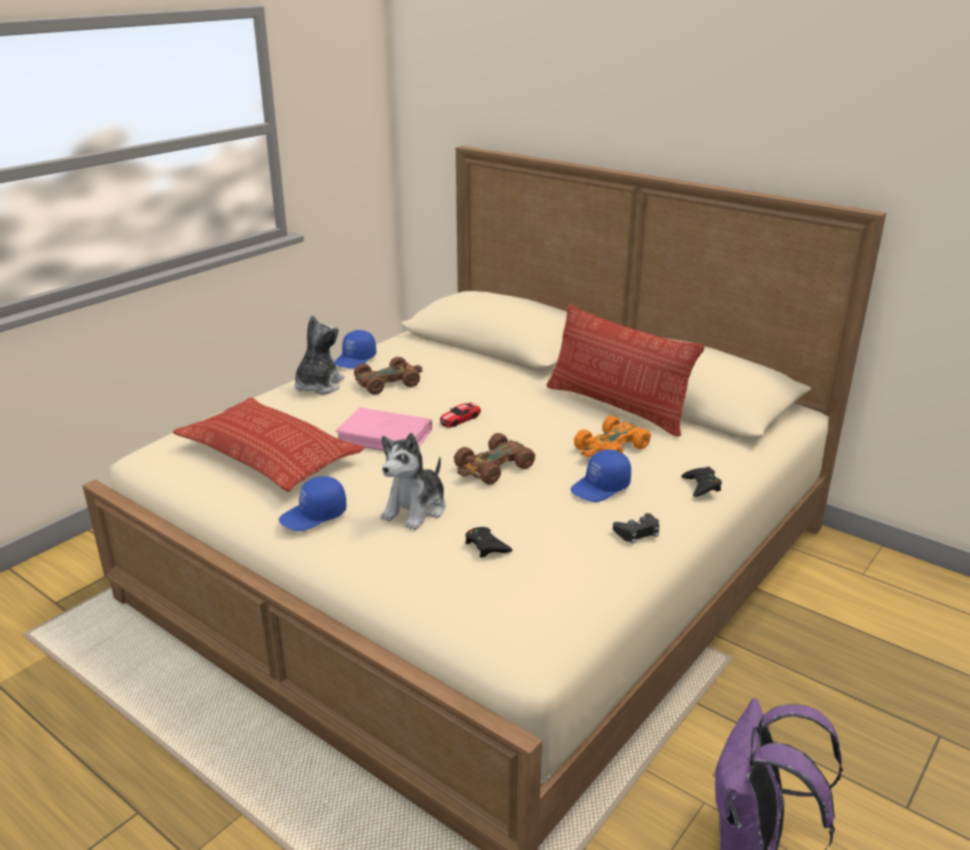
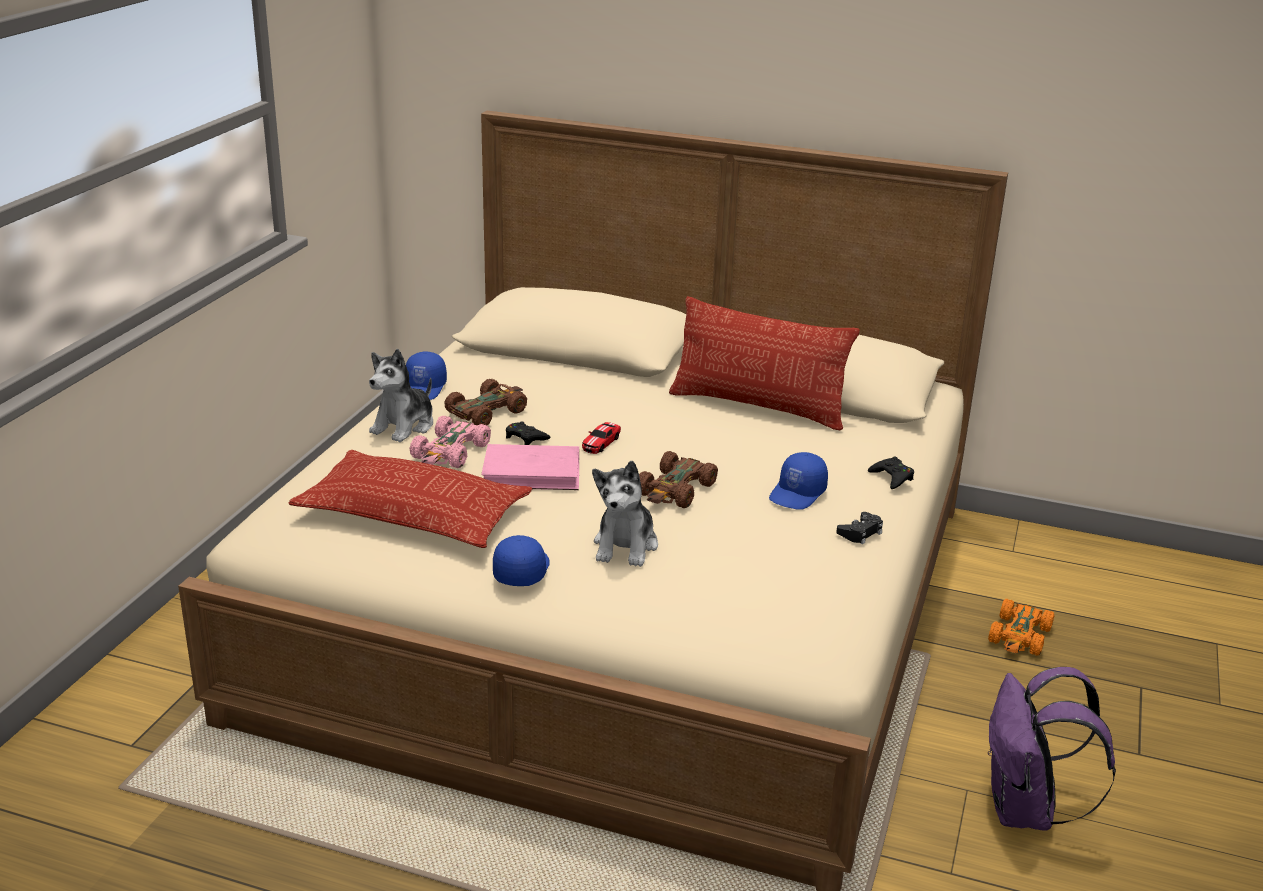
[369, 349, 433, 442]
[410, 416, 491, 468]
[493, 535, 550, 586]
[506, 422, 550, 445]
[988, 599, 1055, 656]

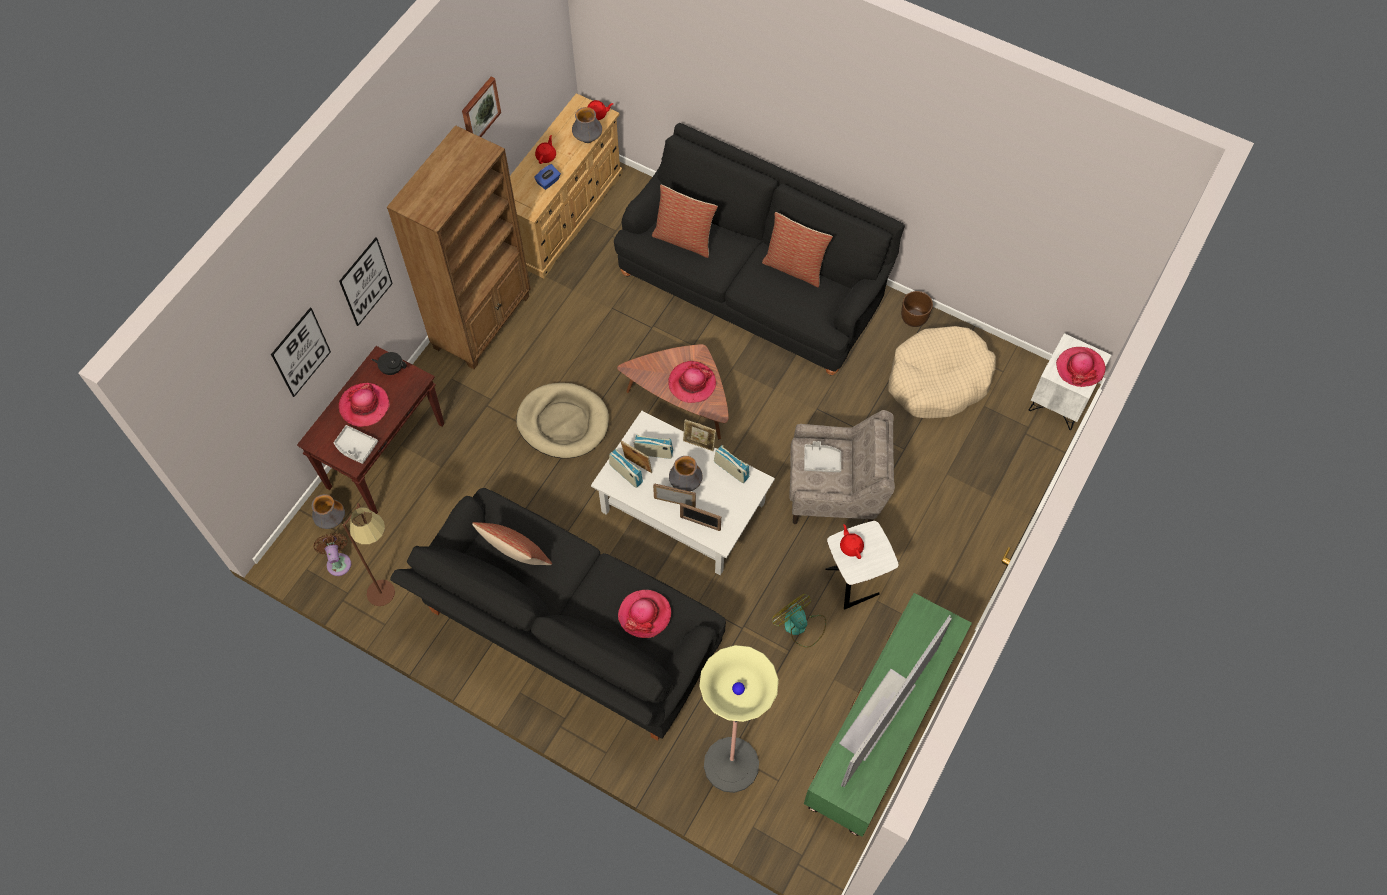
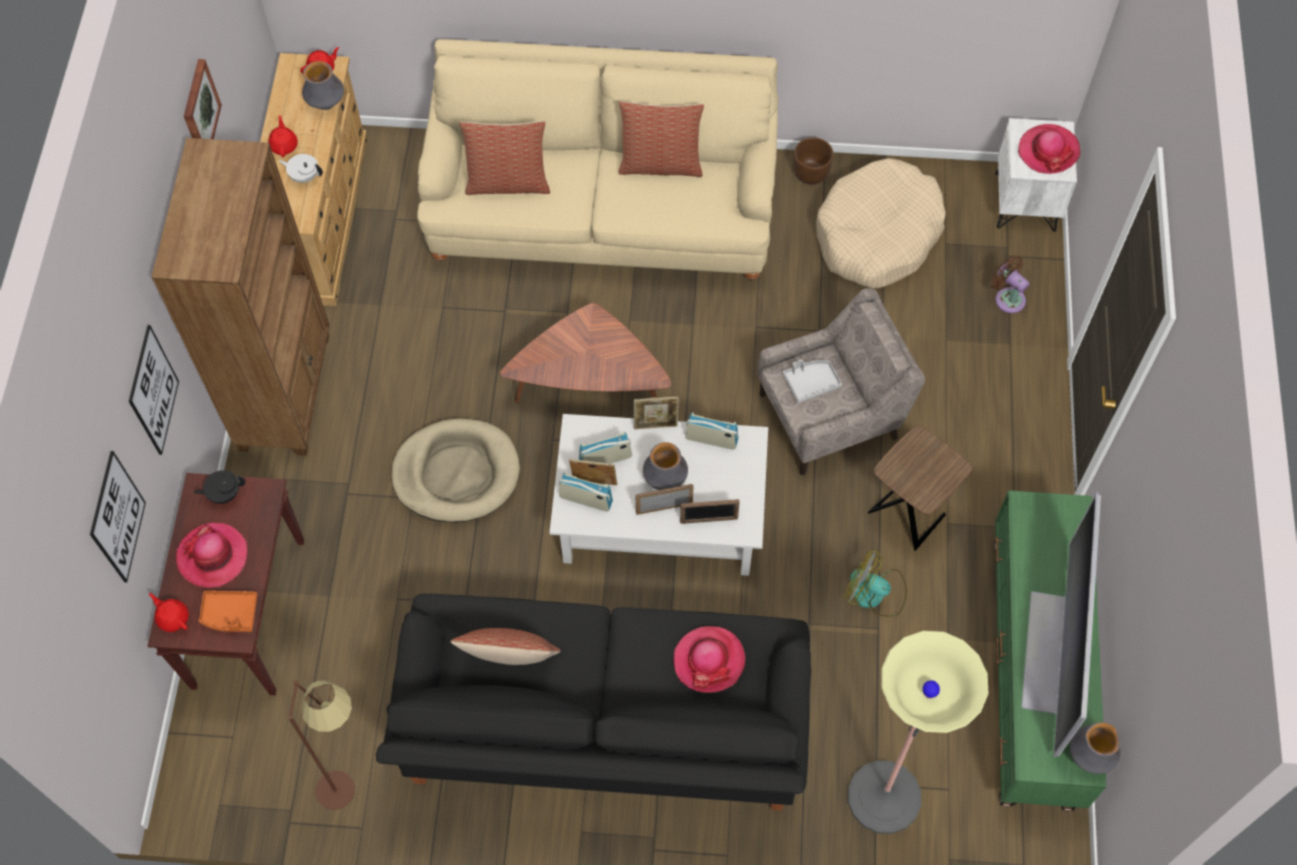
[149, 593, 189, 632]
[199, 590, 257, 632]
[279, 154, 323, 183]
[417, 39, 779, 280]
[868, 426, 972, 551]
[991, 255, 1029, 313]
[1070, 722, 1121, 774]
[668, 361, 716, 403] (first image)

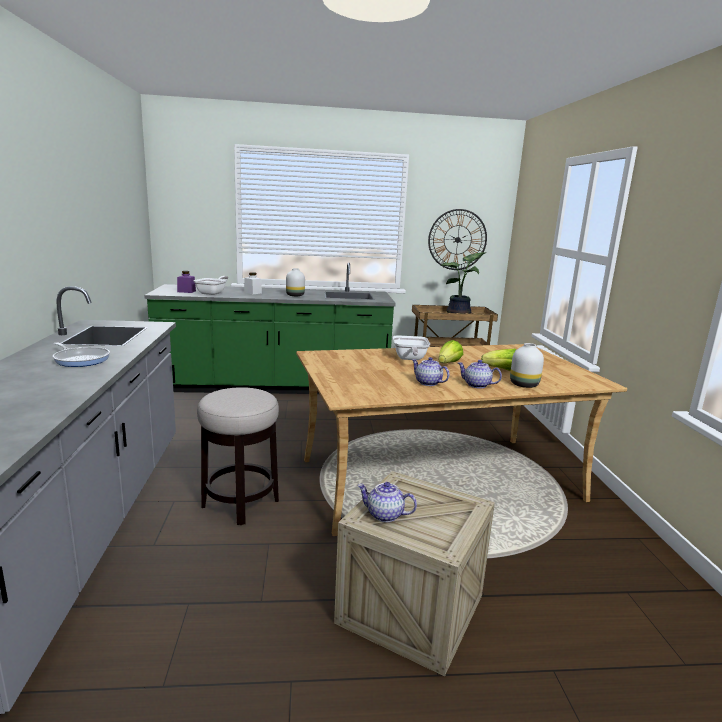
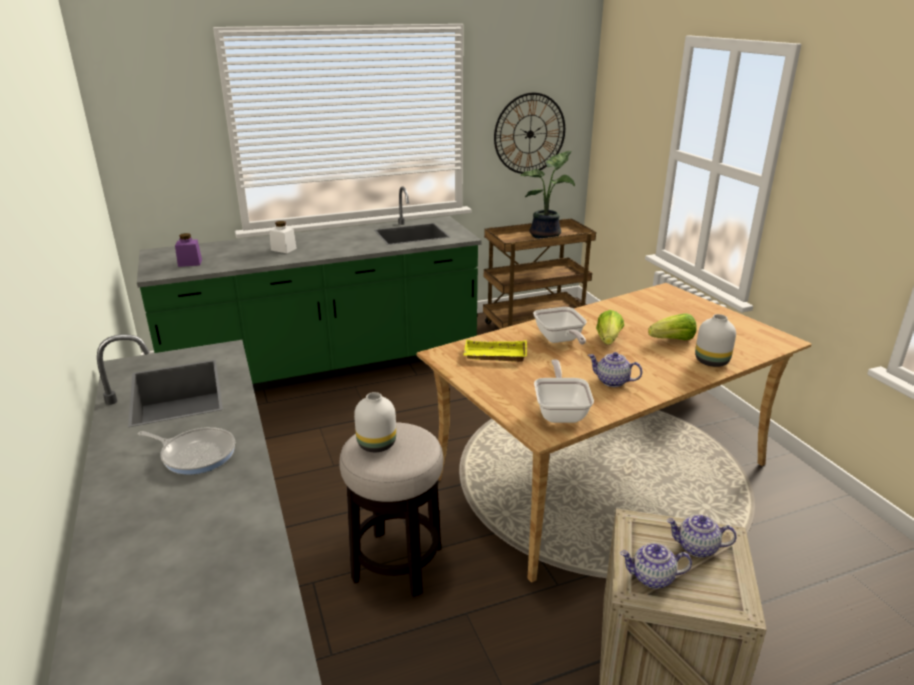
[354, 392, 396, 452]
[464, 340, 527, 362]
[534, 360, 594, 423]
[667, 514, 737, 558]

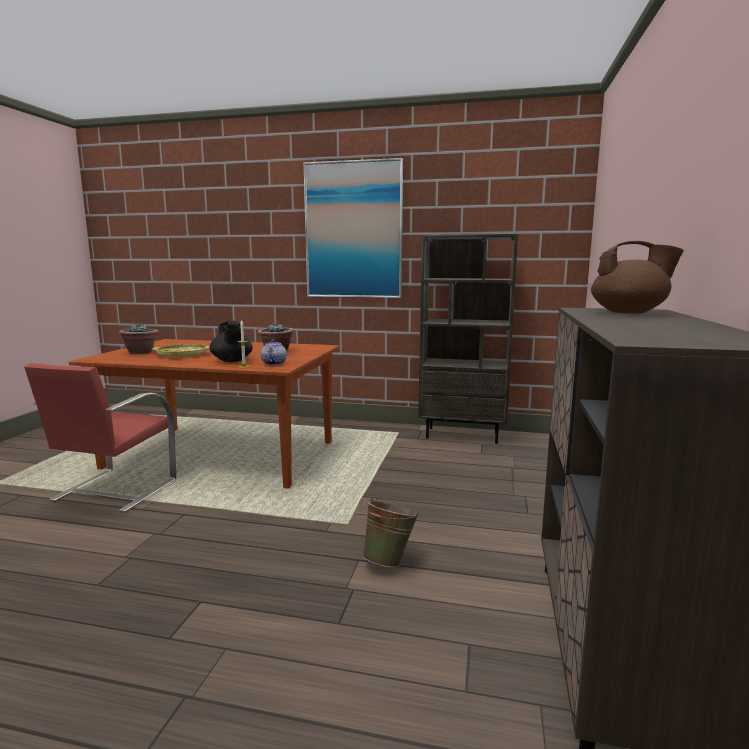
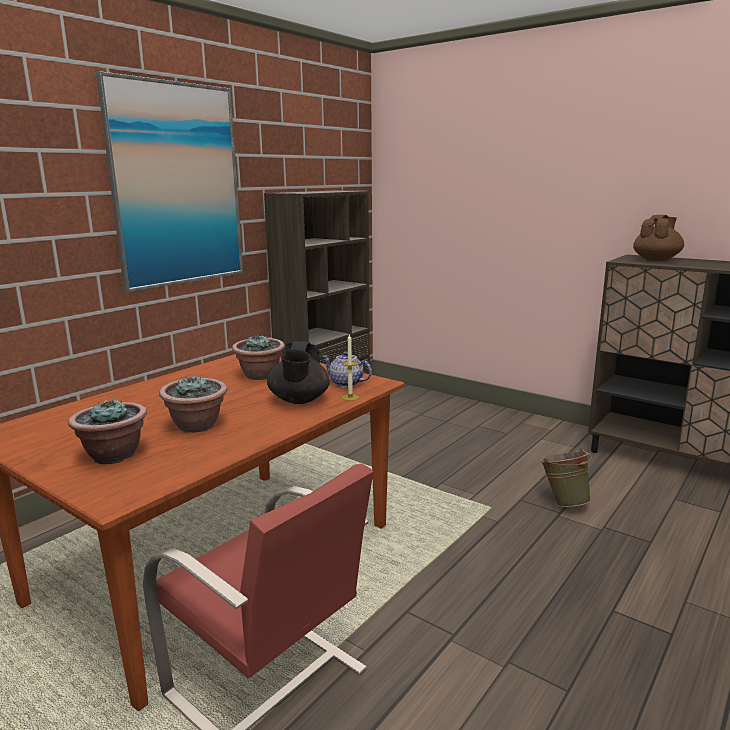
[159, 375, 227, 433]
[267, 341, 330, 404]

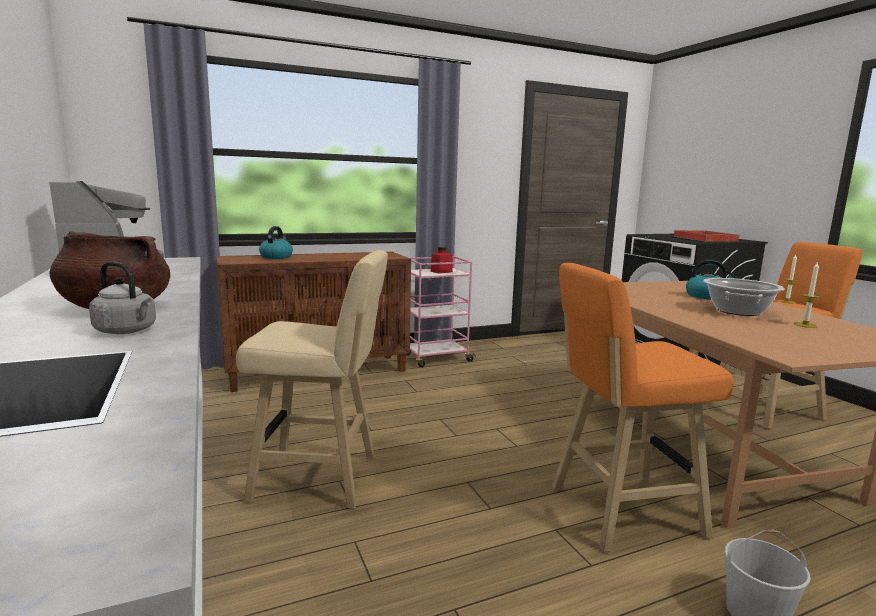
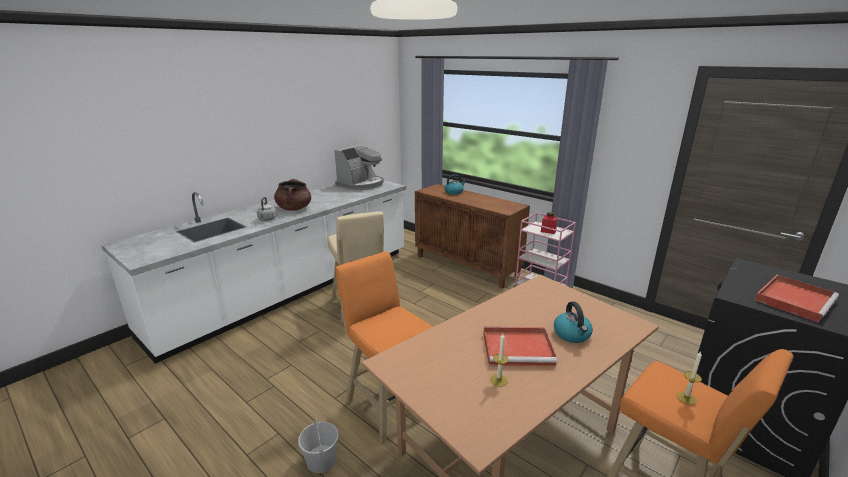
[483, 327, 557, 367]

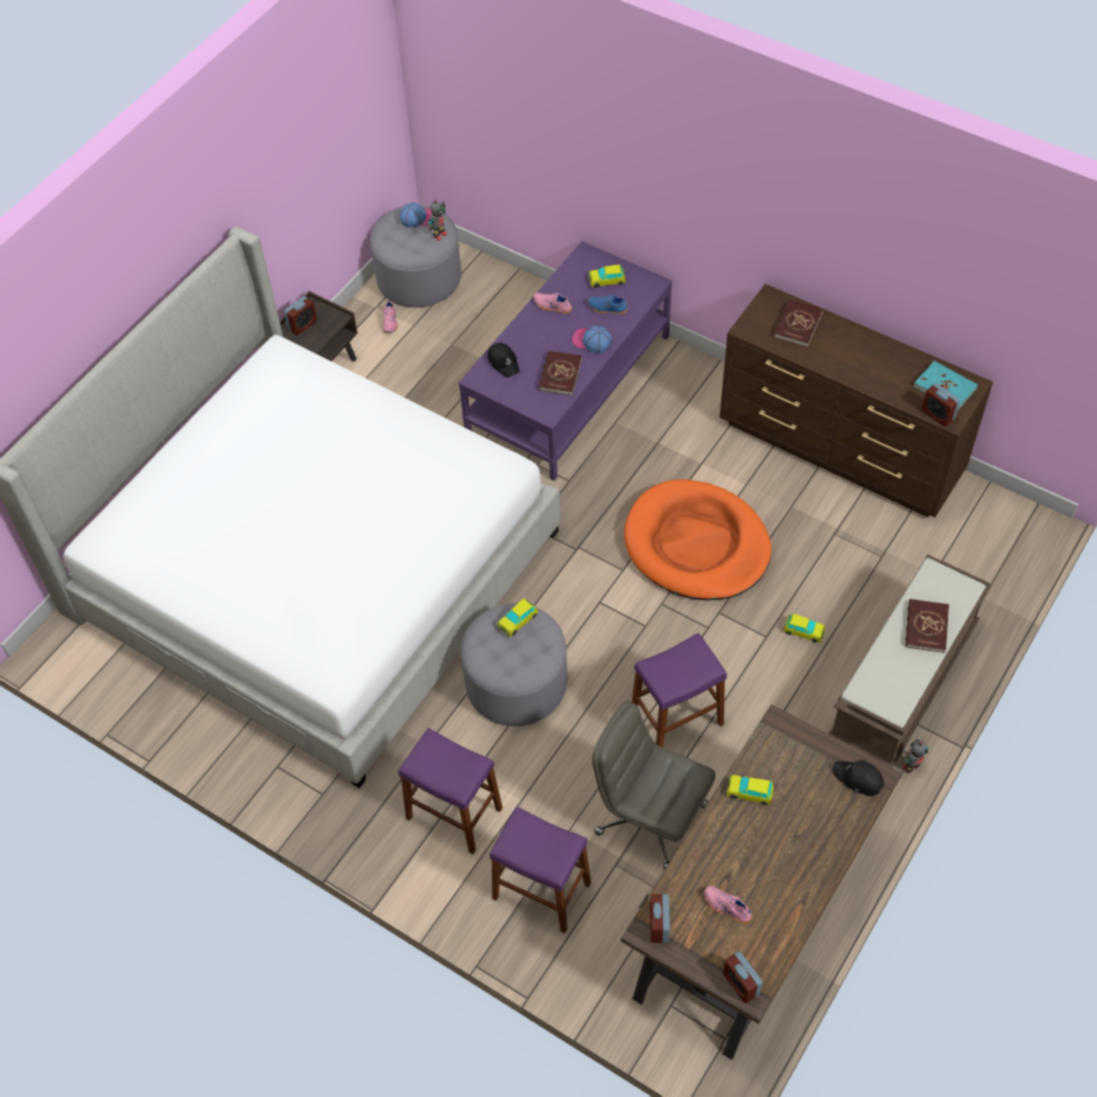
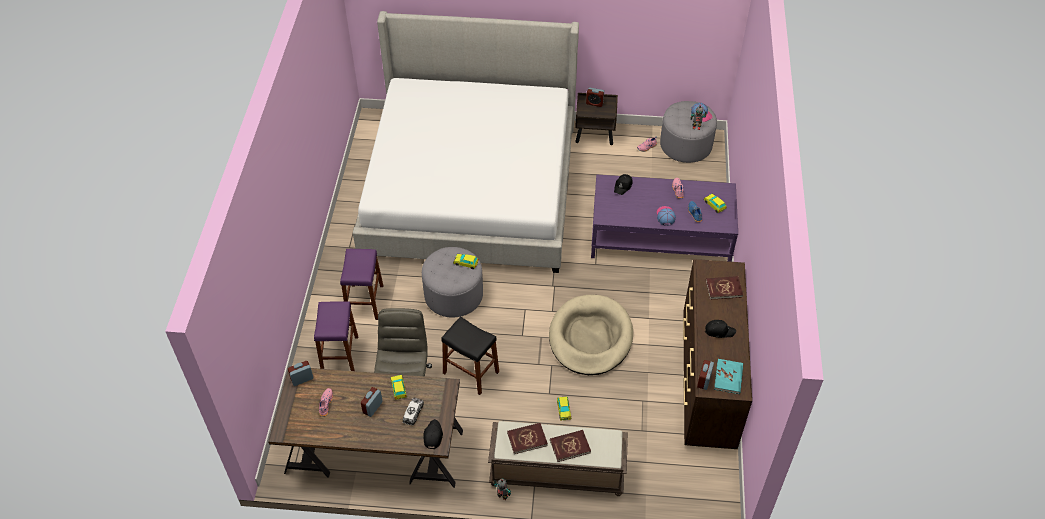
[361, 387, 383, 417]
[403, 397, 424, 426]
[441, 317, 499, 395]
[507, 423, 548, 454]
[549, 295, 633, 375]
[705, 320, 736, 338]

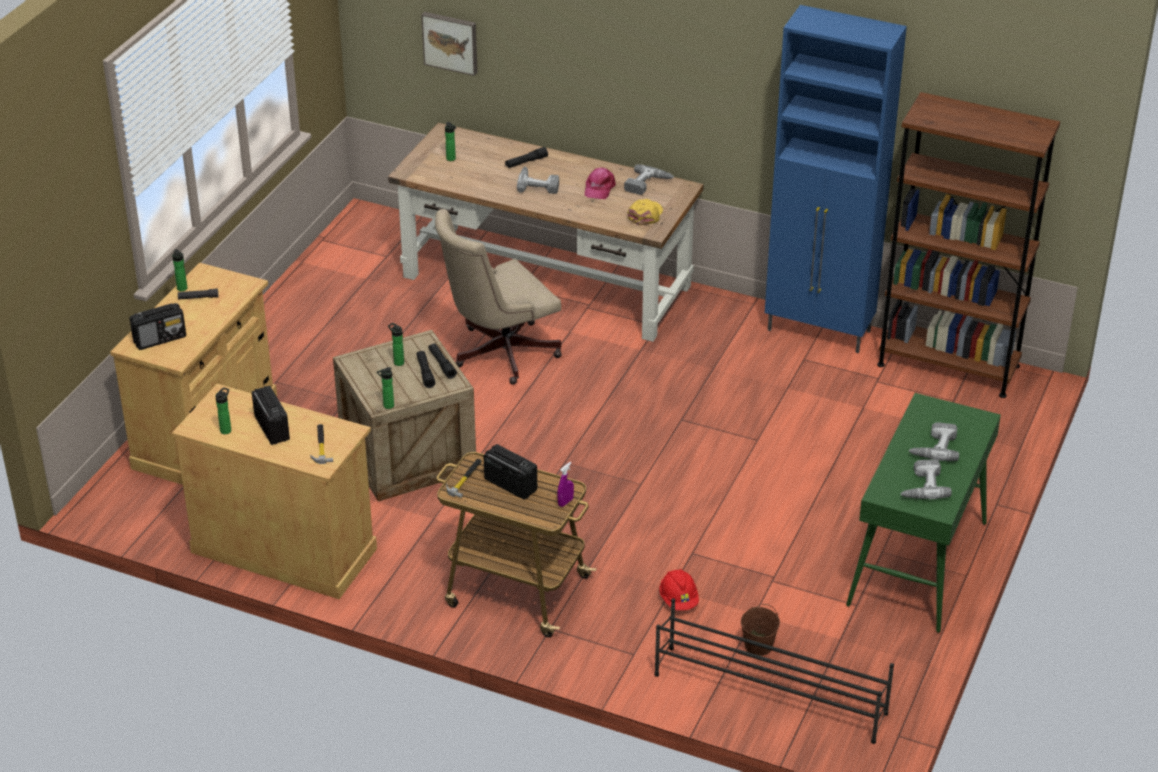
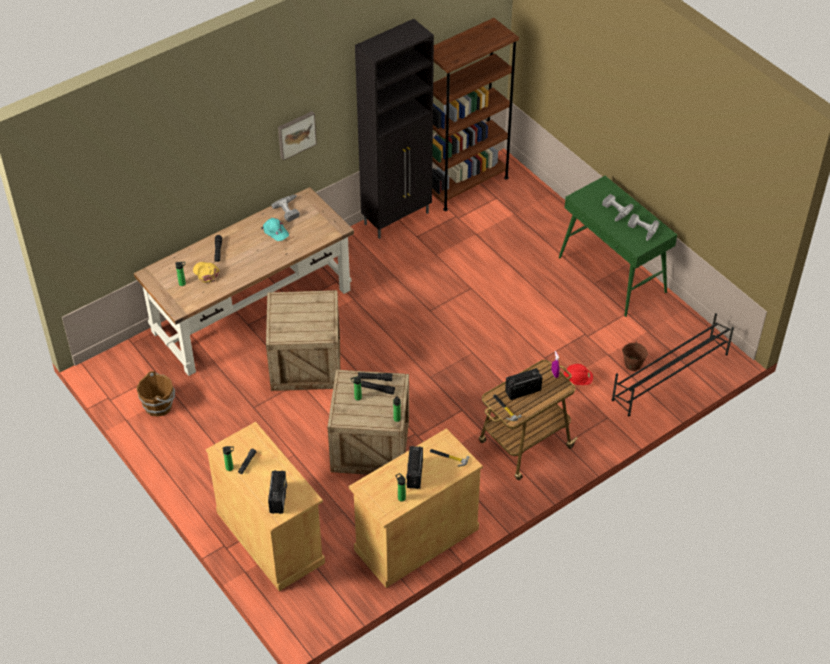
[136, 371, 175, 416]
[193, 262, 220, 283]
[261, 218, 289, 241]
[266, 290, 340, 391]
[278, 111, 317, 160]
[355, 19, 434, 239]
[406, 446, 423, 489]
[517, 167, 559, 194] (first image)

